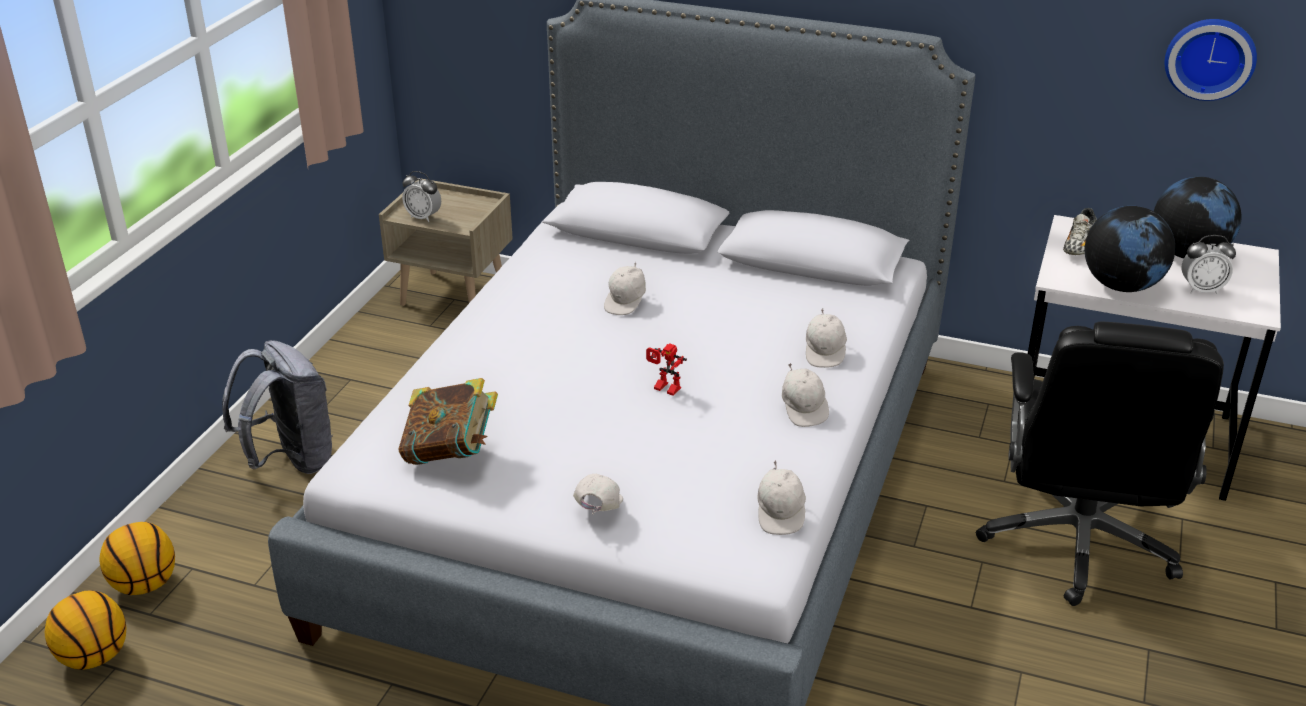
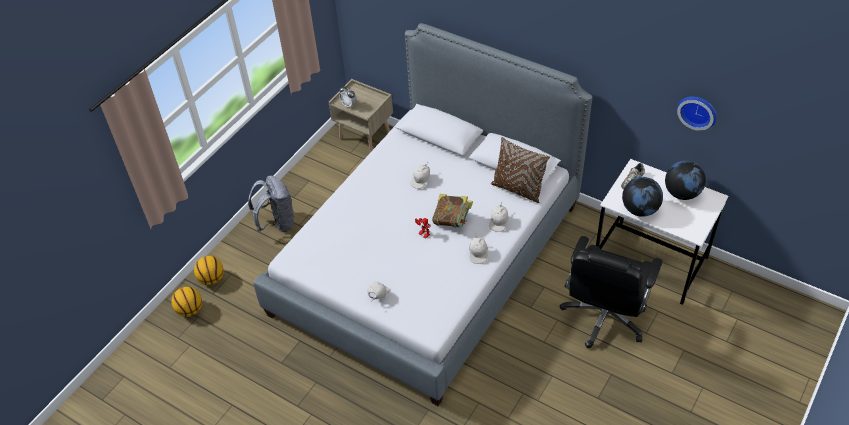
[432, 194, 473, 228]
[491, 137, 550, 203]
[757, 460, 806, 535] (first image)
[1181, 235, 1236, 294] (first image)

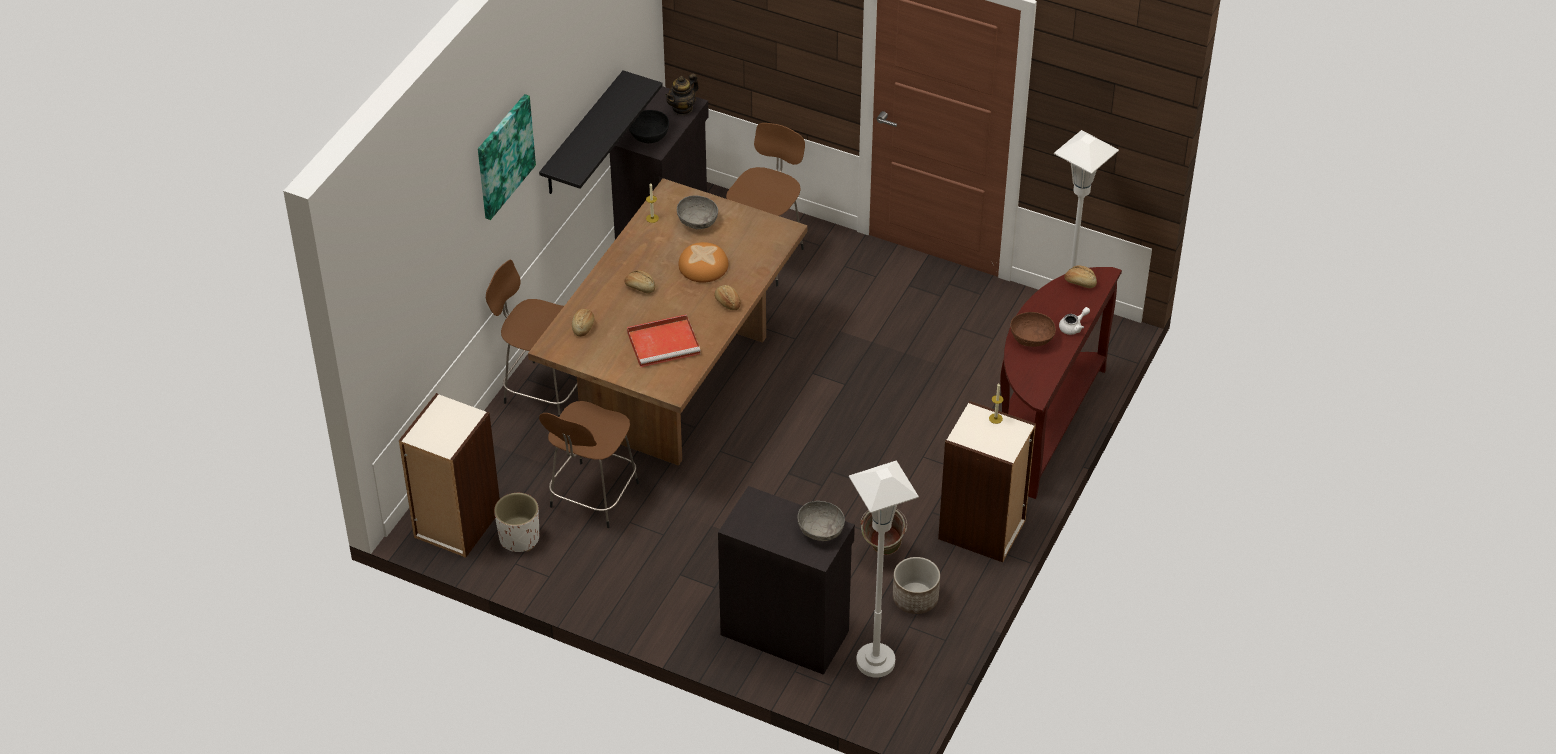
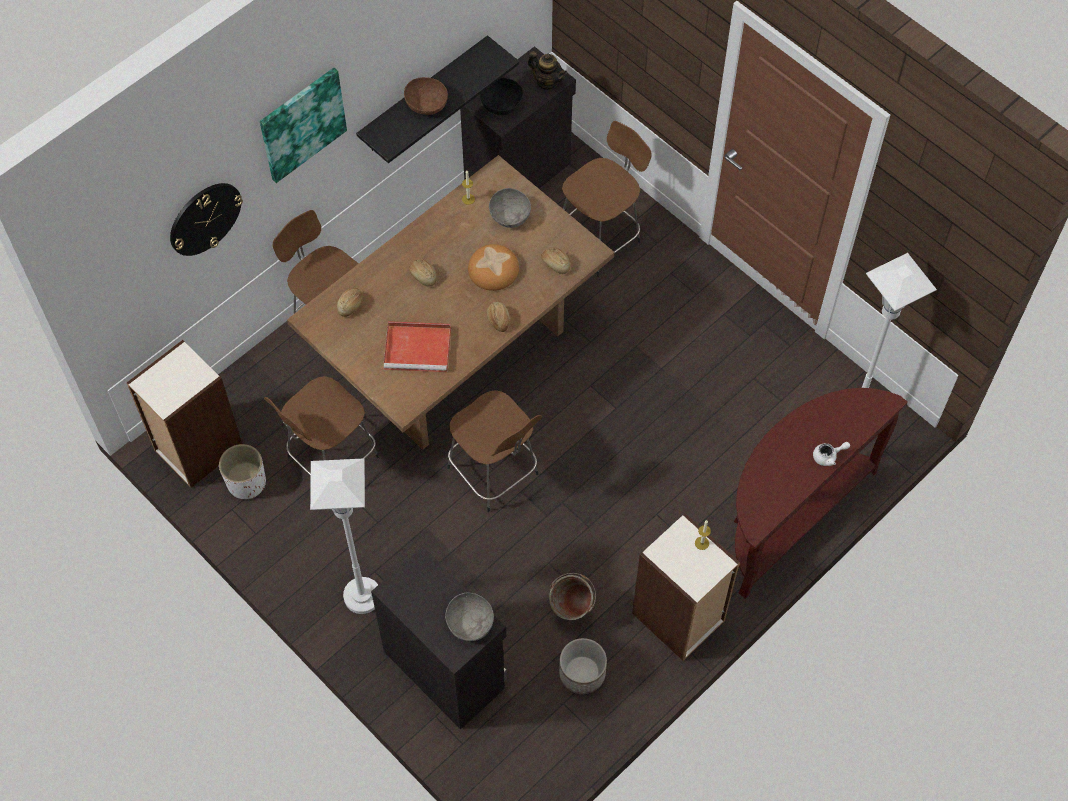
[170, 183, 243, 256]
[310, 458, 378, 614]
[404, 77, 448, 115]
[447, 390, 542, 512]
[528, 51, 567, 90]
[541, 248, 570, 274]

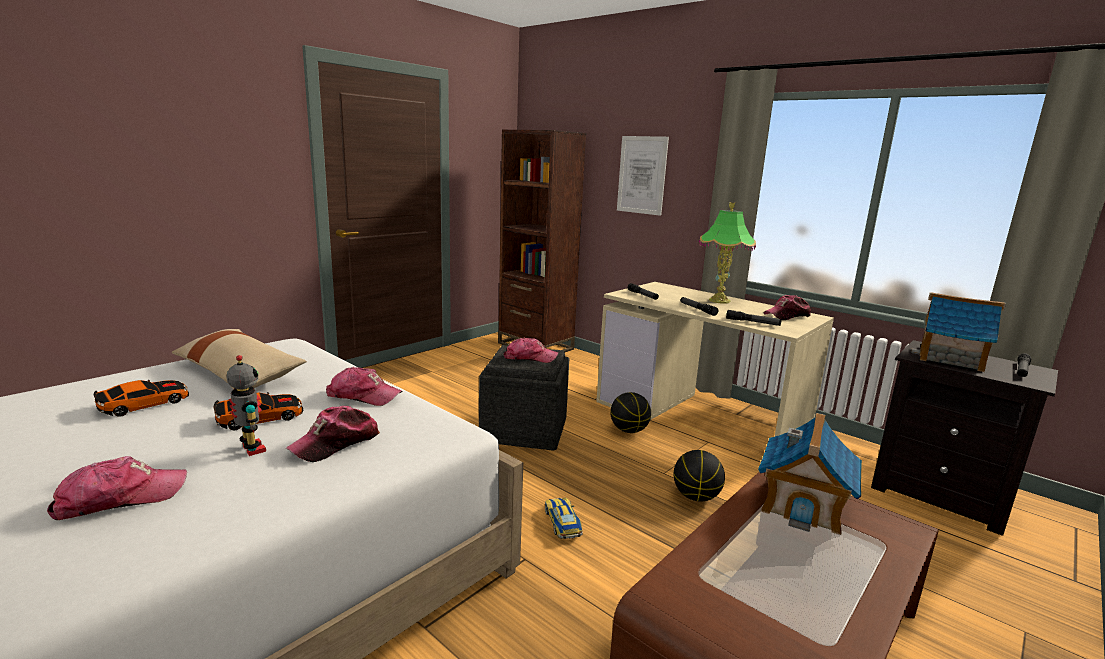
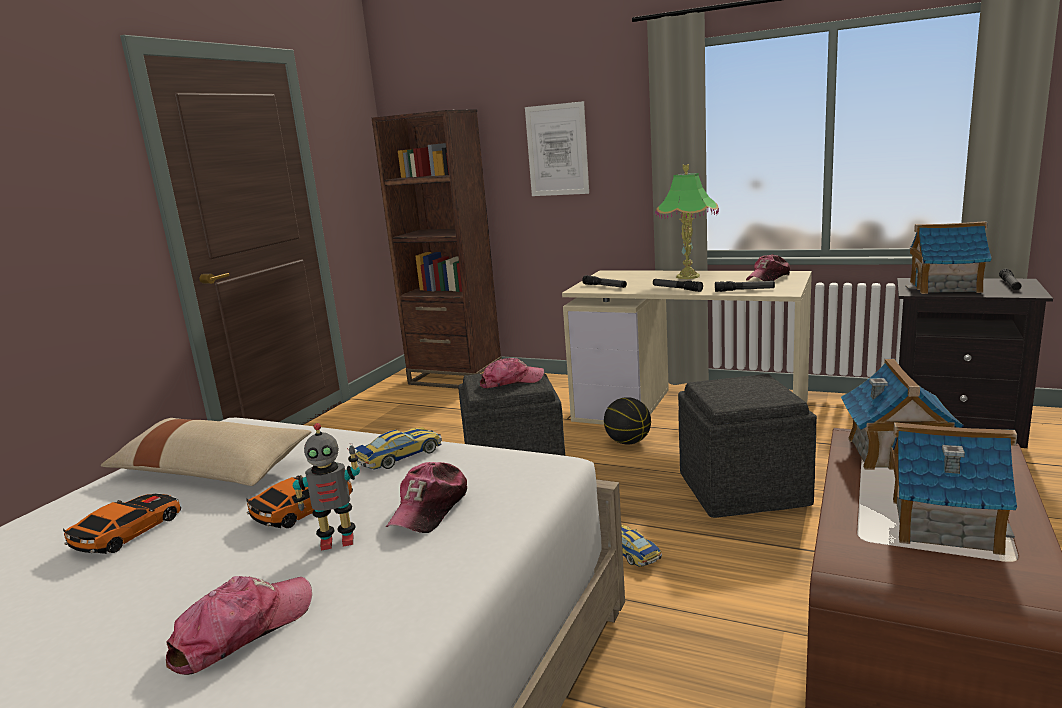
[293, 423, 360, 551]
[355, 427, 442, 470]
[678, 374, 817, 518]
[891, 422, 1017, 555]

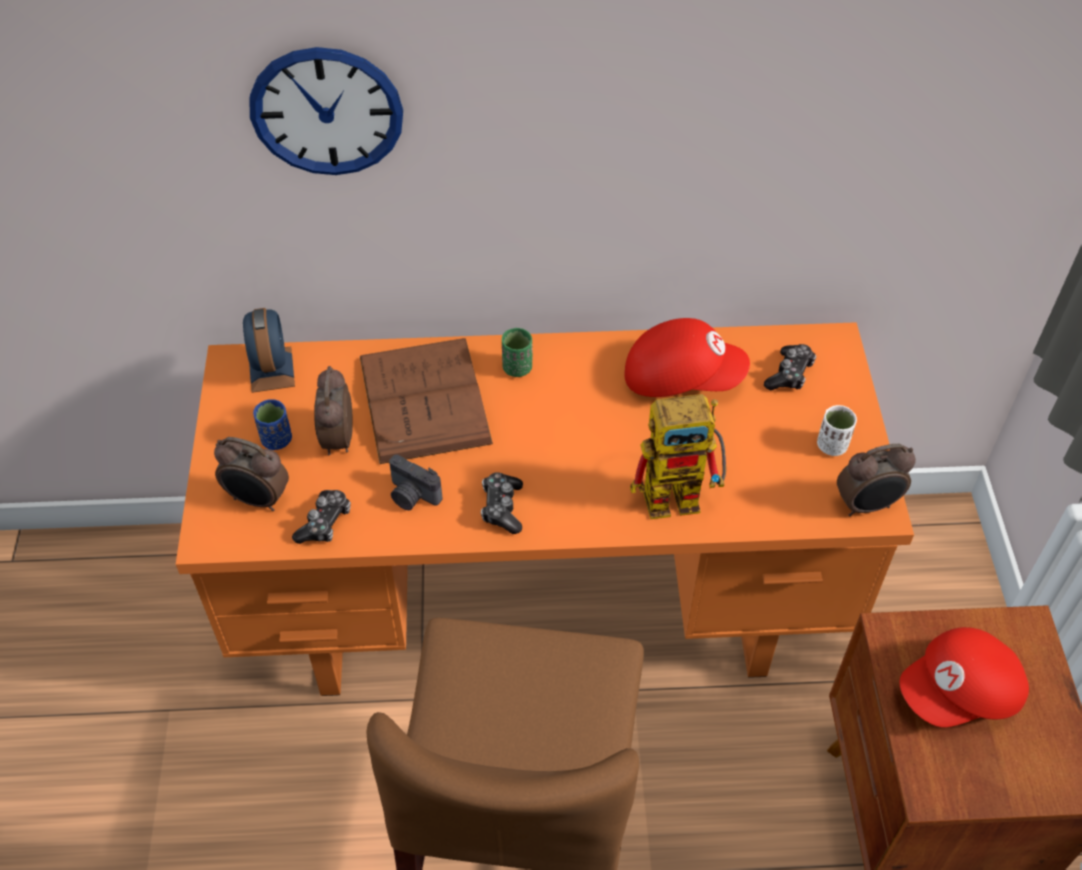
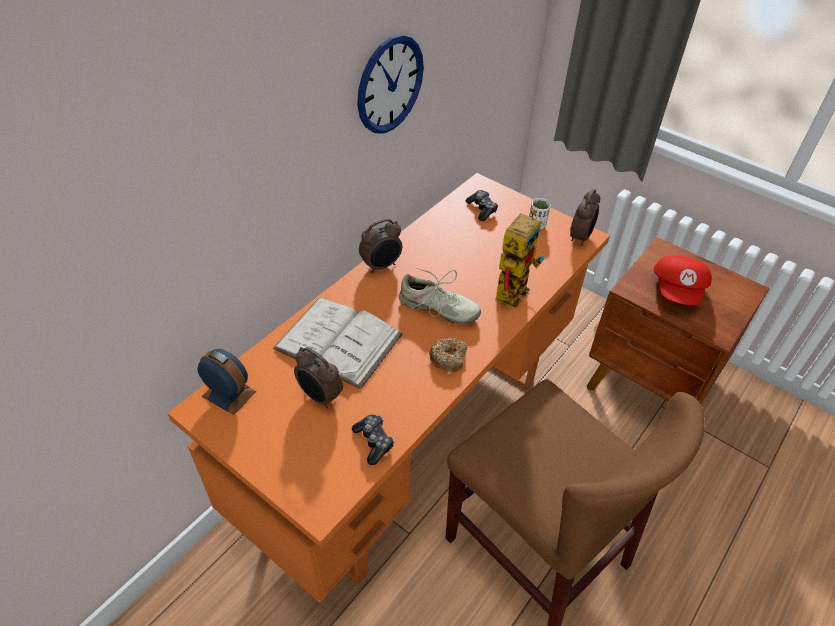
[273, 298, 403, 389]
[357, 34, 424, 134]
[359, 219, 402, 273]
[399, 268, 481, 323]
[429, 337, 467, 372]
[253, 399, 292, 450] (first image)
[389, 455, 442, 510] (first image)
[502, 328, 532, 377] (first image)
[624, 318, 750, 397] (first image)

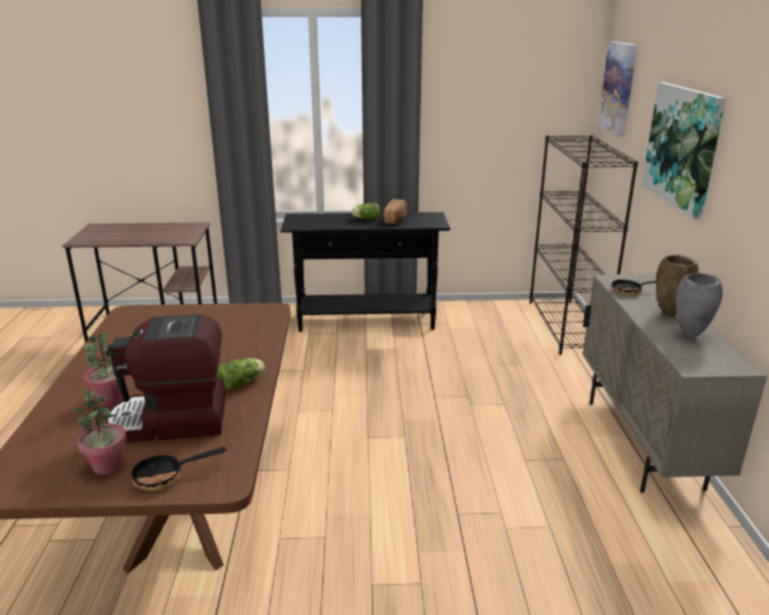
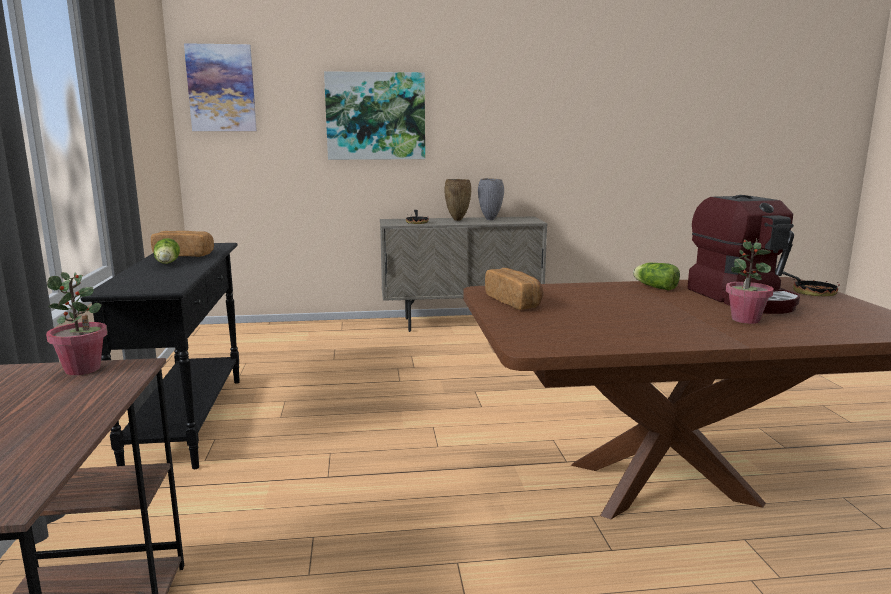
[46, 272, 108, 375]
[485, 268, 544, 310]
[530, 135, 638, 355] (first image)

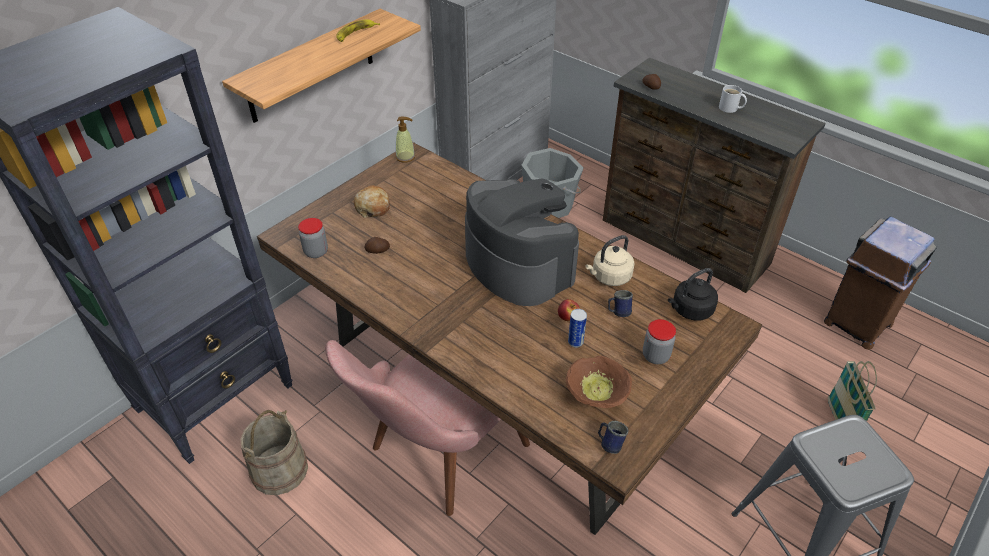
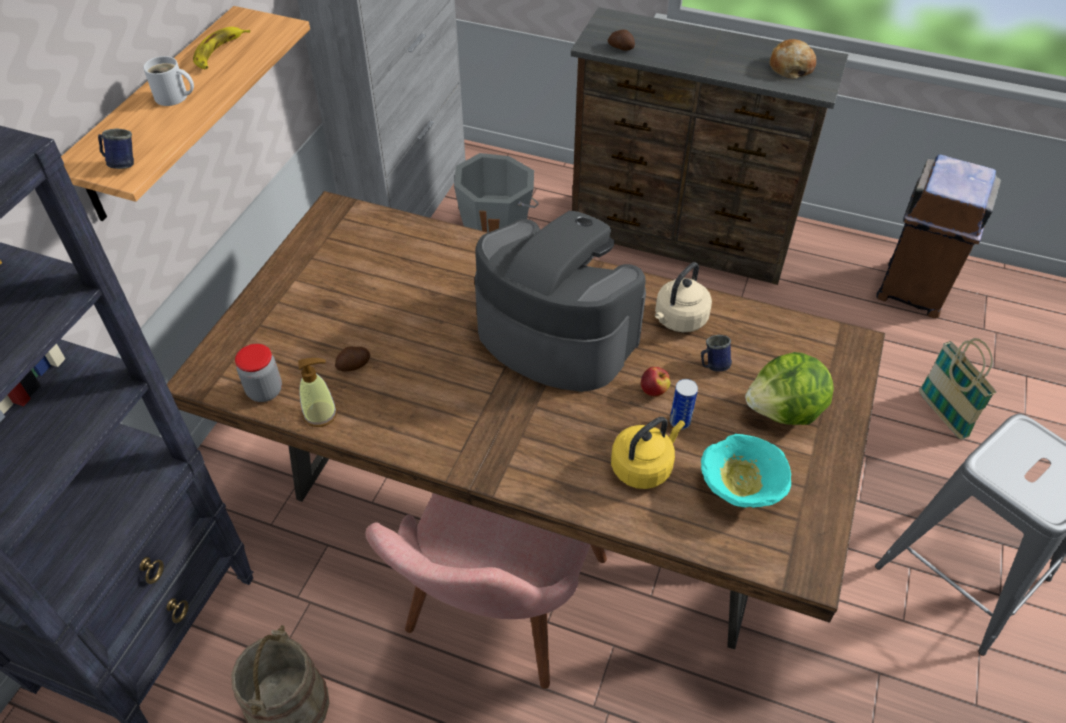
[98, 129, 134, 169]
[143, 56, 194, 106]
[298, 358, 337, 427]
[611, 417, 685, 489]
[701, 434, 791, 508]
[745, 352, 834, 425]
[770, 39, 816, 79]
[668, 268, 718, 321] (first image)

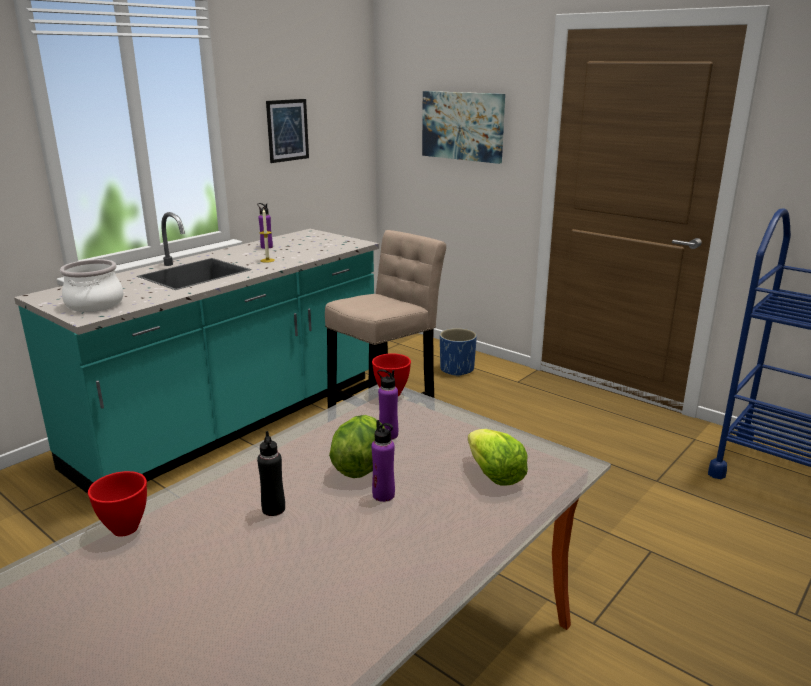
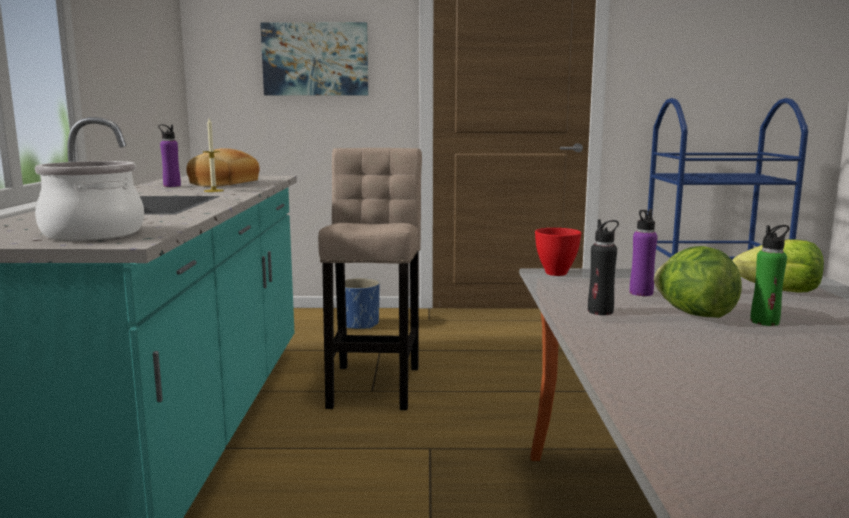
[186, 148, 260, 187]
[588, 219, 619, 315]
[751, 225, 790, 326]
[88, 471, 147, 537] (first image)
[266, 99, 309, 163] (first image)

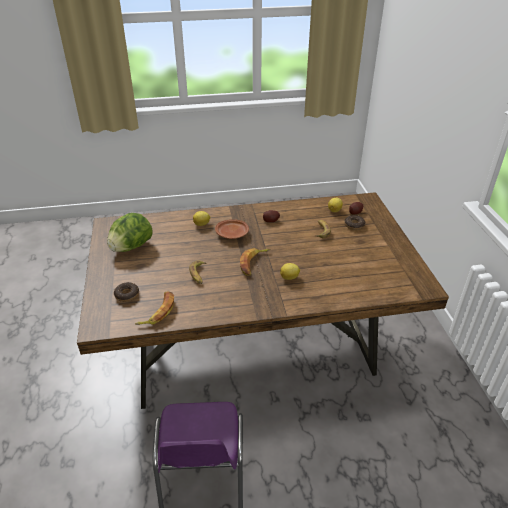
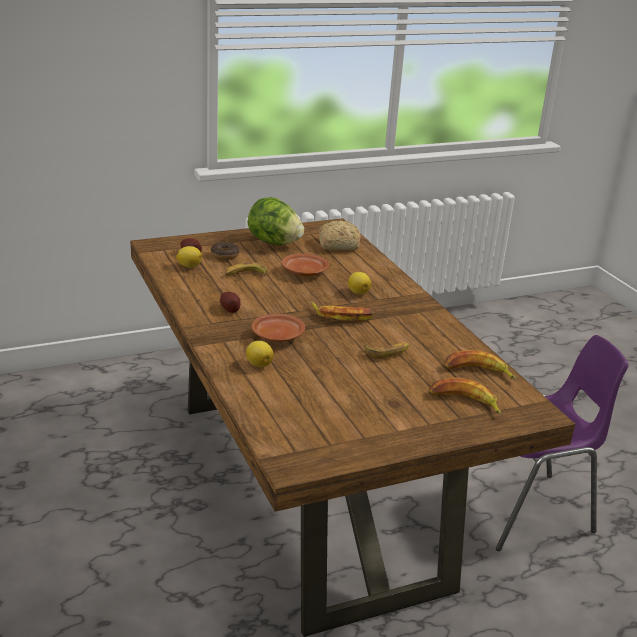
[247, 197, 304, 245]
[282, 253, 329, 277]
[319, 220, 360, 250]
[428, 378, 502, 415]

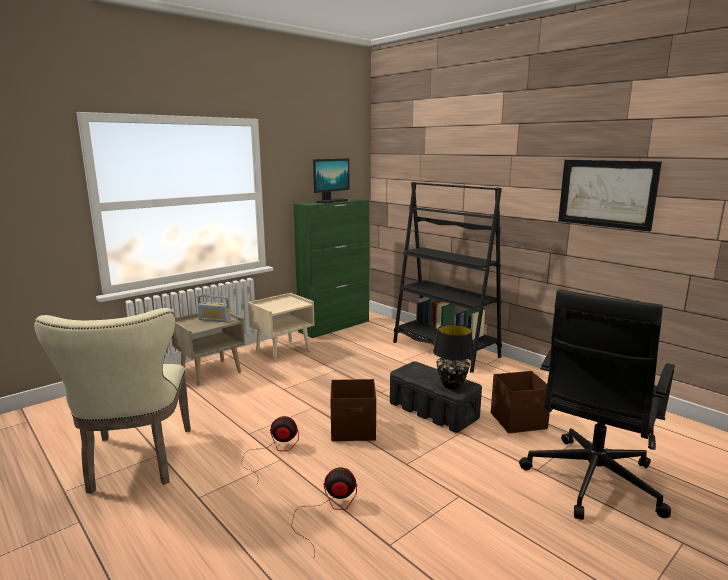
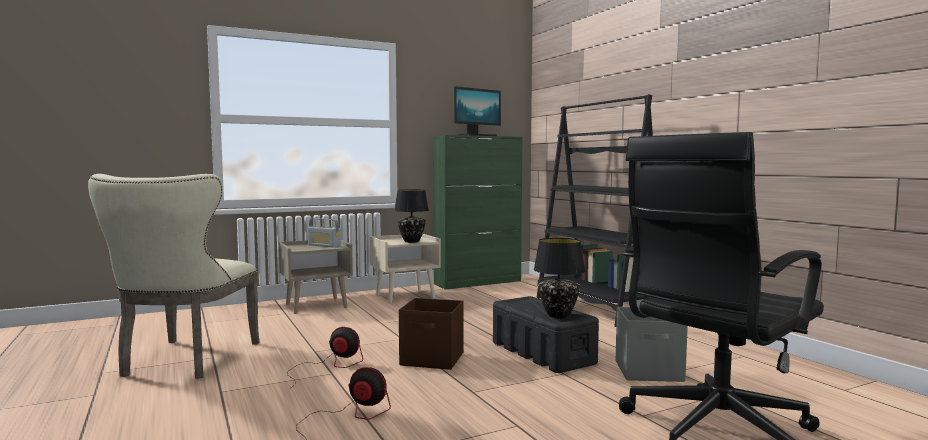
[394, 189, 429, 243]
[616, 307, 688, 382]
[558, 160, 662, 232] (first image)

